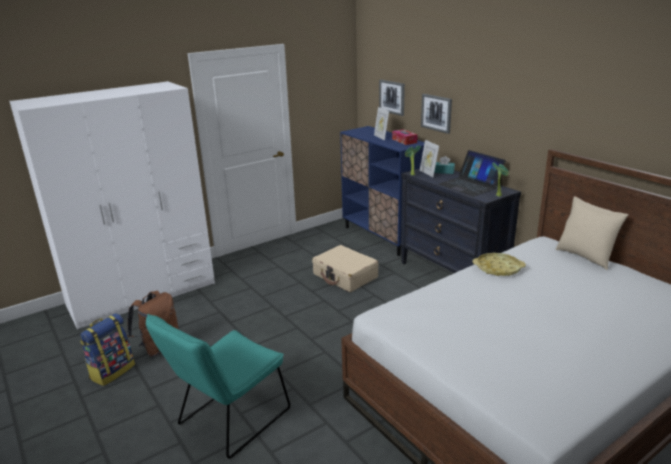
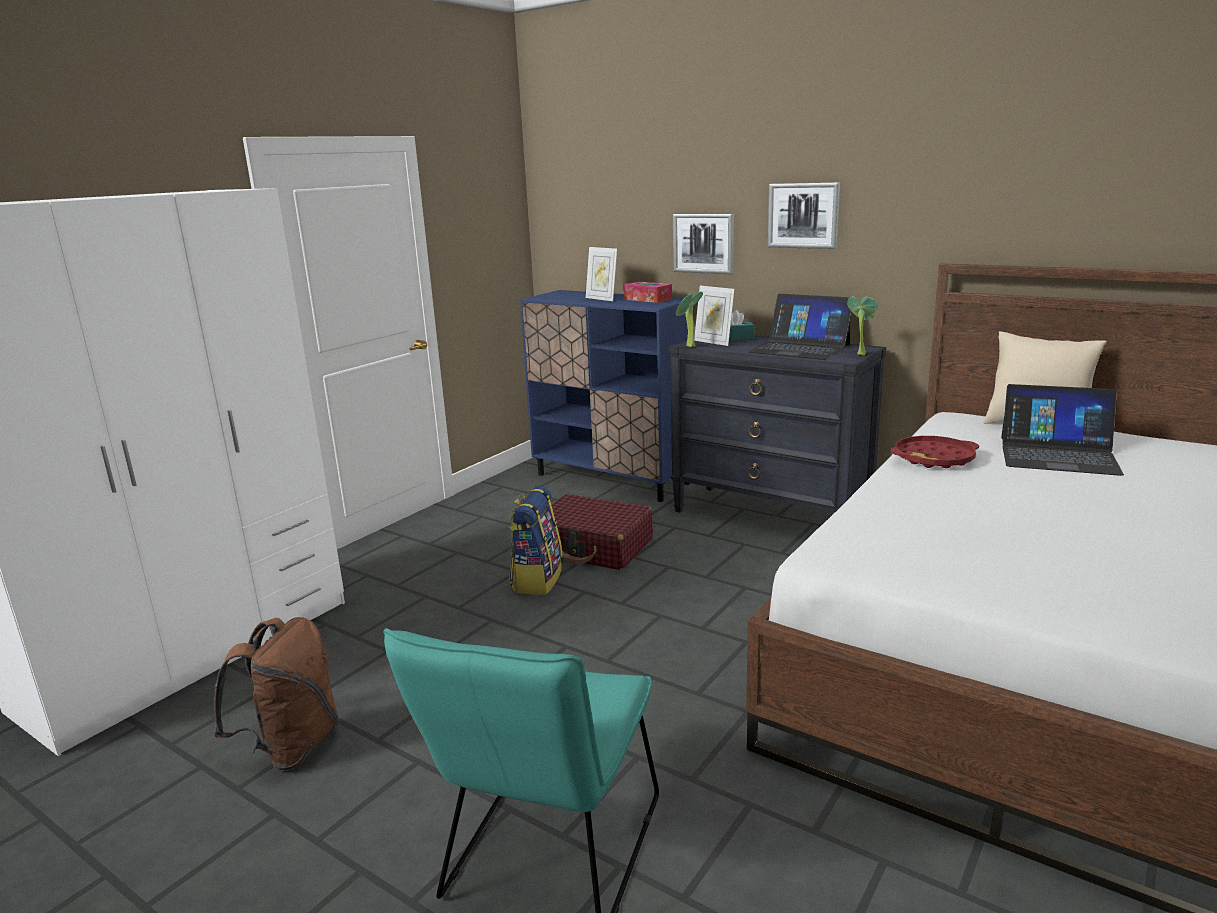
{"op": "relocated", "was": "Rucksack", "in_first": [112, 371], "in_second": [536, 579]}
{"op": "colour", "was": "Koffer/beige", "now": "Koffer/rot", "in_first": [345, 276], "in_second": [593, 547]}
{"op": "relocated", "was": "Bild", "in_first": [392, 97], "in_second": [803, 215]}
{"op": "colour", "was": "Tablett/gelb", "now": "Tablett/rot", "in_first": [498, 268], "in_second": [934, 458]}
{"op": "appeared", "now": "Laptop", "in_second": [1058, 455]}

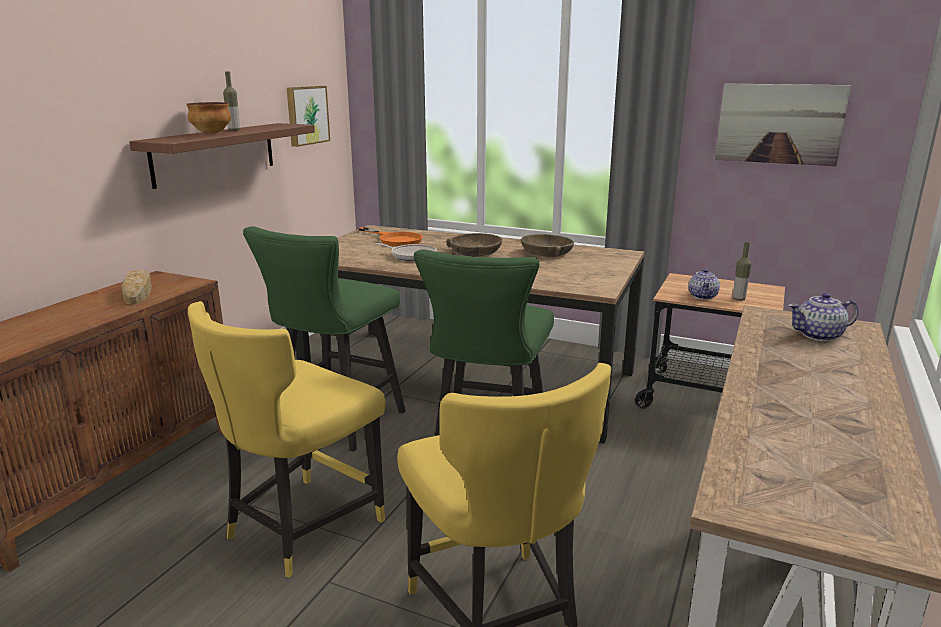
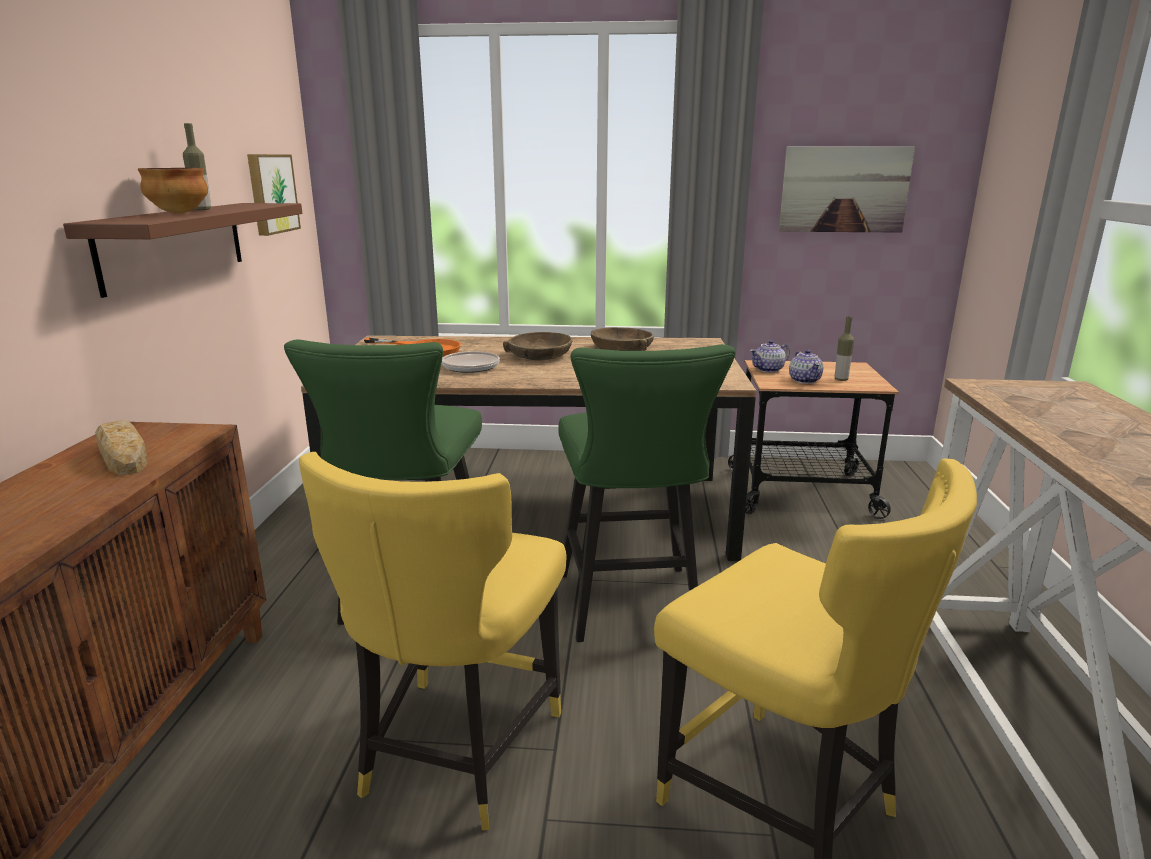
{"op": "relocated", "was": "Teekanne", "in_first": [819, 335], "in_second": [768, 369]}

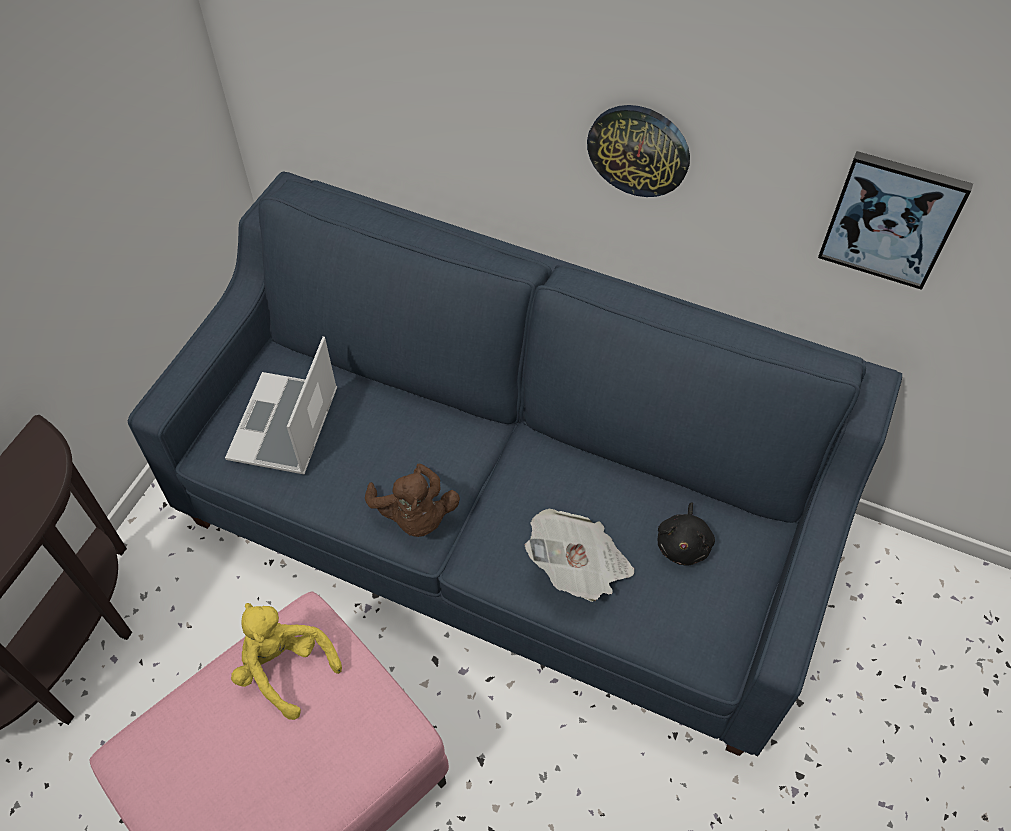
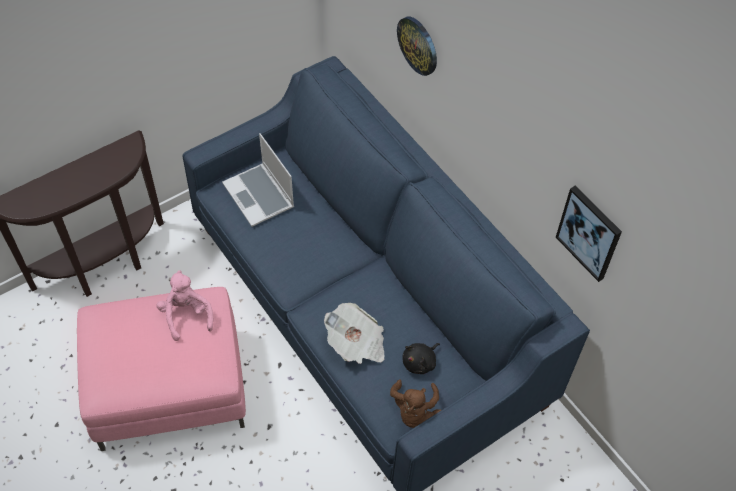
{"op": "spun", "was": "Laptop", "in_first": [285, 426], "in_second": [260, 196], "clockwise": -75}
{"op": "colour", "was": "Plüschtier/gelb", "now": "Plüschtier/rosa", "in_first": [284, 668], "in_second": [186, 315]}
{"op": "relocated", "was": "Plüschtier/braun", "in_first": [415, 516], "in_second": [415, 412]}
{"op": "relocated", "was": "Wanduhr", "in_first": [639, 150], "in_second": [418, 45]}

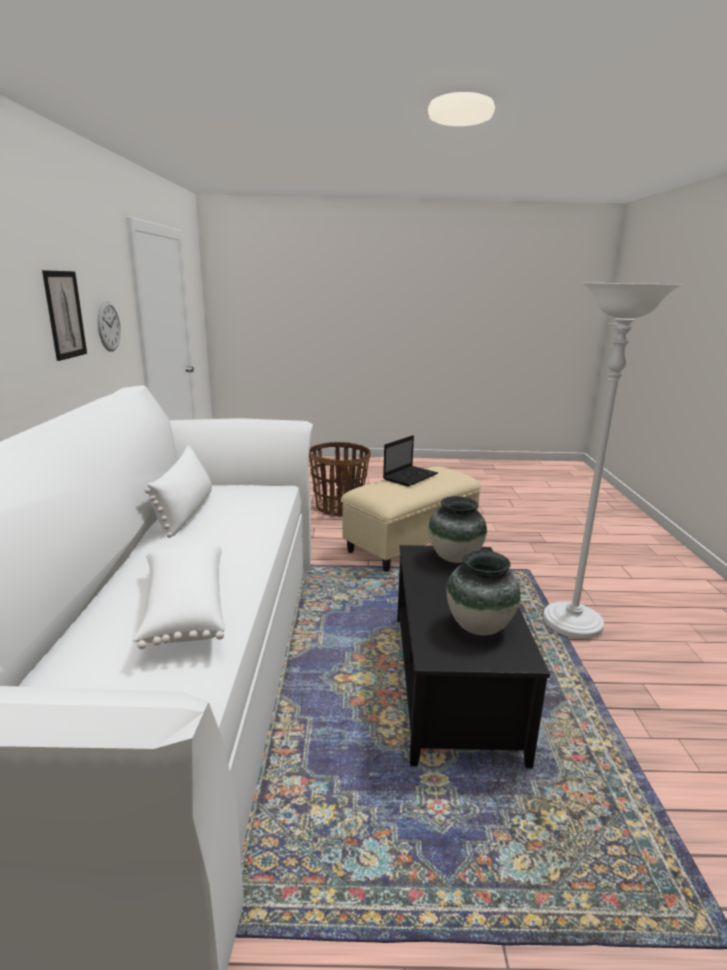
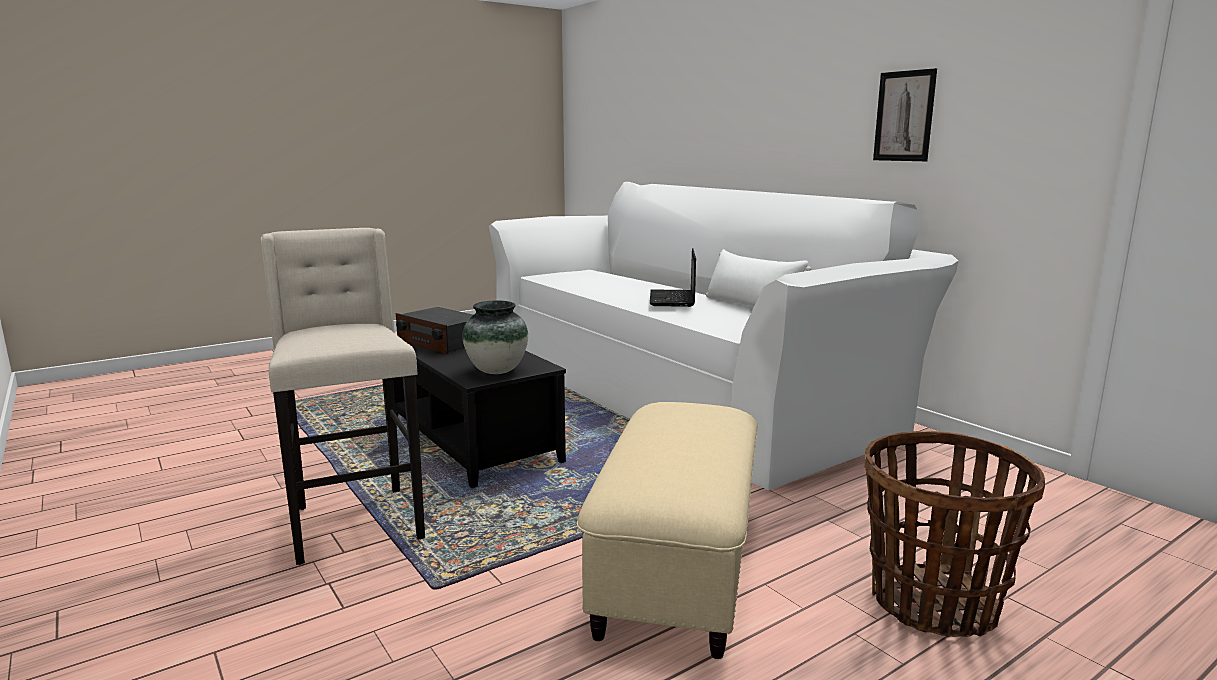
{"op": "missing", "was": "Wanduhr", "in_first": [108, 326]}
{"op": "missing", "was": "Kissen/weiß", "in_first": [184, 609]}
{"op": "relocated", "was": "Laptop", "in_first": [410, 476], "in_second": [672, 300]}
{"op": "exchanged", "was": "Vase", "now": "Radio", "in_first": [478, 627], "in_second": [441, 342]}
{"op": "exchanged", "was": "Stehlampe/weiß", "now": "Hocker/beige", "in_first": [572, 623], "in_second": [355, 522]}

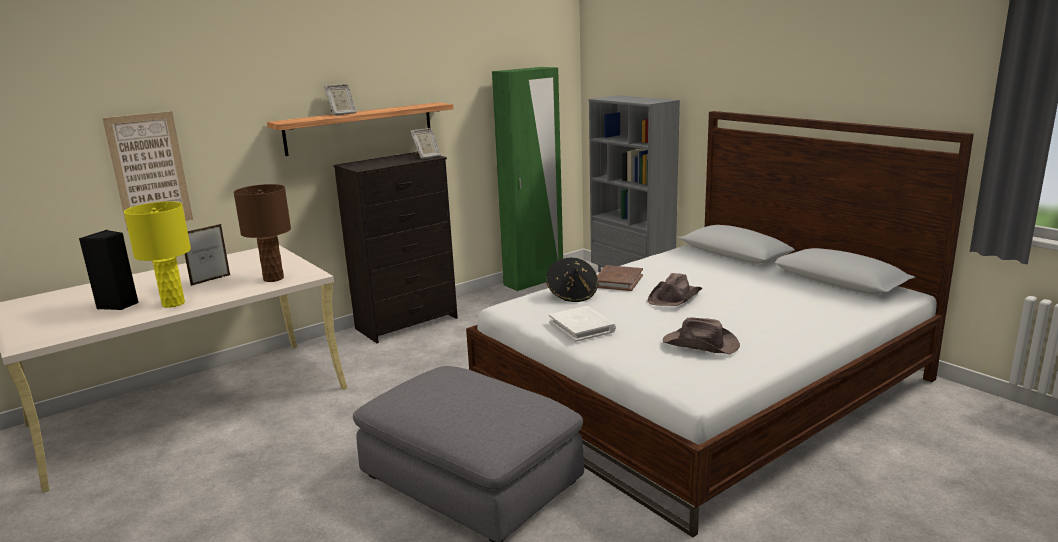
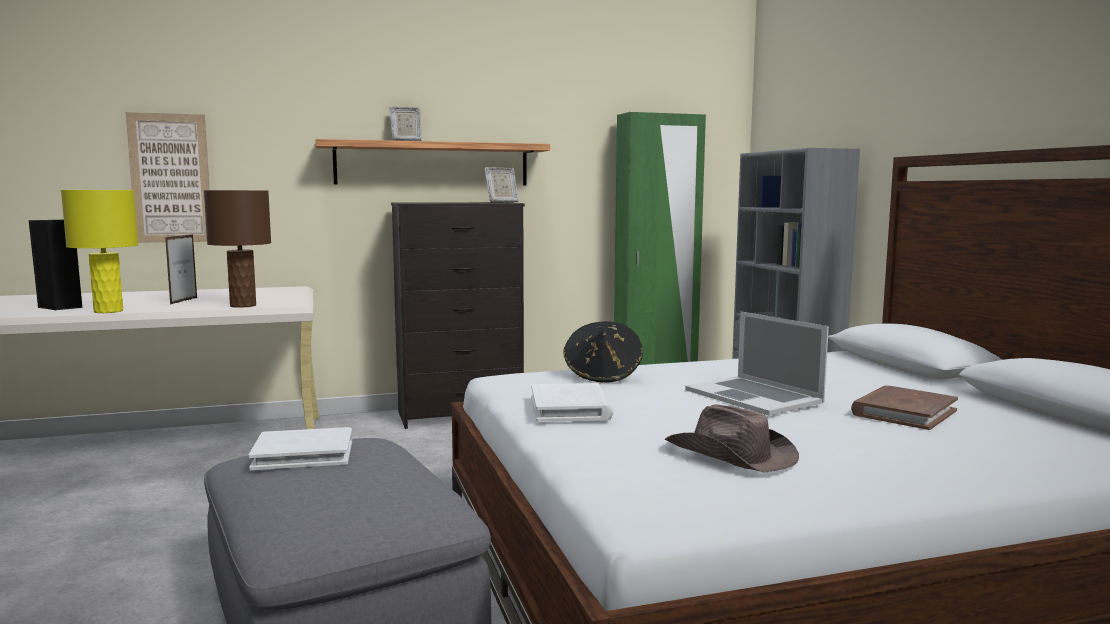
{"op": "spun", "was": "Bilderrahmen", "in_first": [211, 280], "in_second": [184, 301], "clockwise": -60}
{"op": "relocated", "was": "Buch/braun", "in_first": [617, 281], "in_second": [904, 412]}
{"op": "exchanged", "was": "Hut/braun", "now": "Laptop", "in_first": [675, 297], "in_second": [754, 396]}
{"op": "appeared", "now": "Buch/weiß", "in_second": [303, 454]}

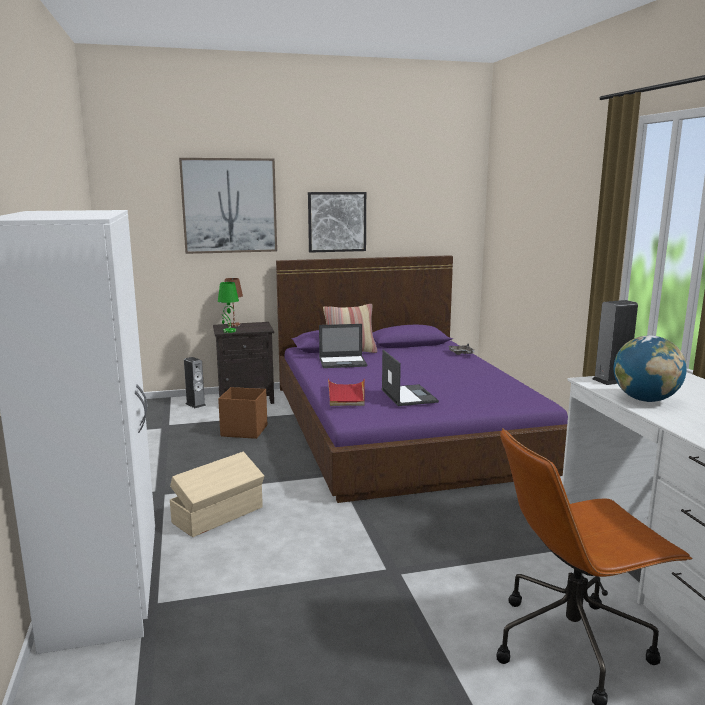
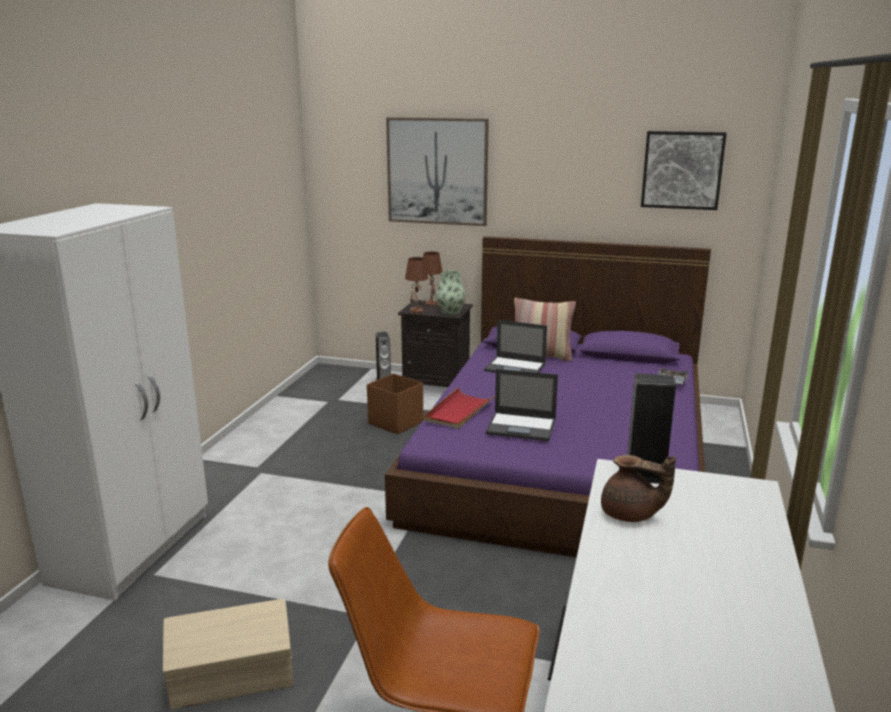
{"op": "relocated", "was": "Aufbewahrungsbox/beige", "in_first": [219, 515], "in_second": [234, 679]}
{"op": "colour", "was": "Tischlampe/grün", "now": "Tischlampe/braun", "in_first": [229, 331], "in_second": [416, 311]}
{"op": "relocated", "was": "Bild", "in_first": [337, 222], "in_second": [682, 170]}
{"op": "spun", "was": "Laptop", "in_first": [408, 395], "in_second": [522, 427], "clockwise": 90}
{"op": "exchanged", "was": "Globus", "now": "Teekanne/braun", "in_first": [645, 400], "in_second": [630, 515]}
{"op": "appeared", "now": "Vase", "in_second": [450, 311]}

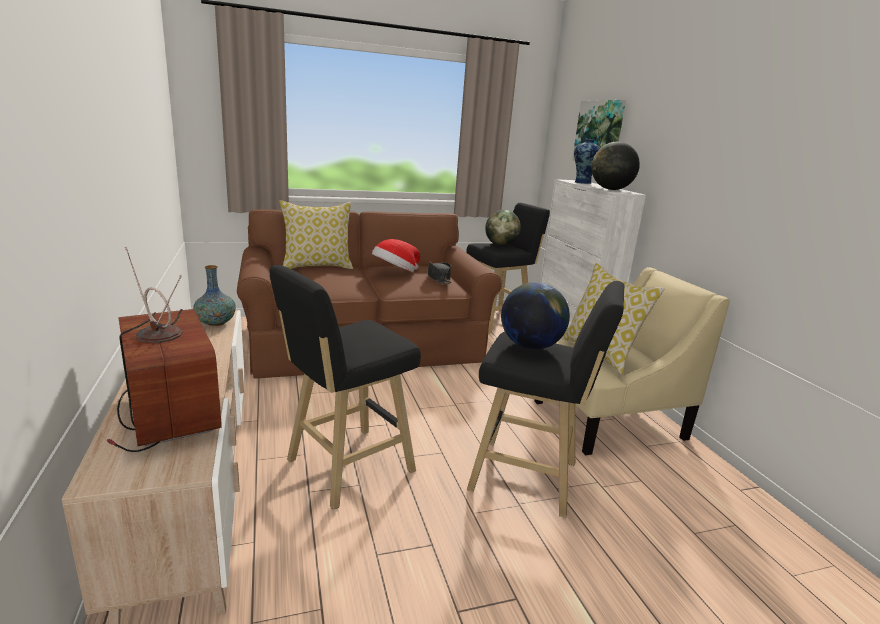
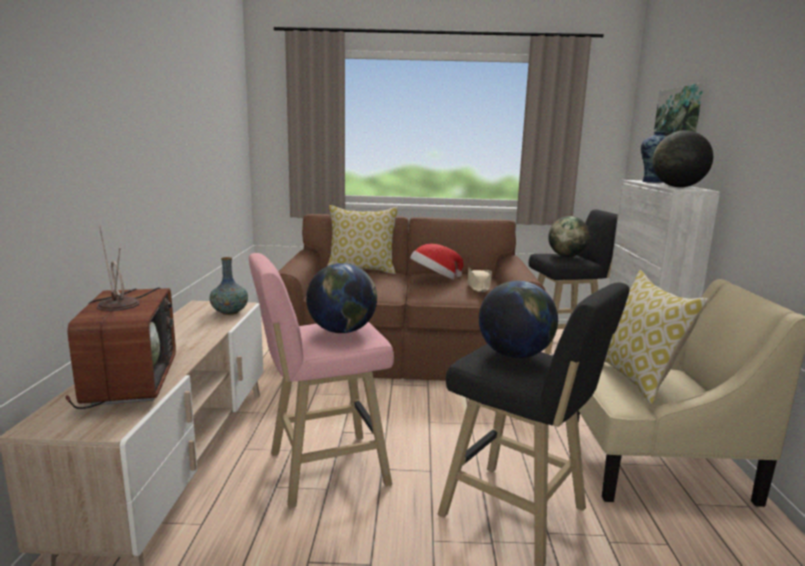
{"op": "colour", "was": "Hocker/schwarz", "now": "Hocker/rosa", "in_first": [345, 468], "in_second": [322, 470]}
{"op": "colour", "was": "Hut/schwarz", "now": "Hut/beige", "in_first": [438, 278], "in_second": [478, 286]}
{"op": "appeared", "now": "Globus", "in_second": [342, 331]}

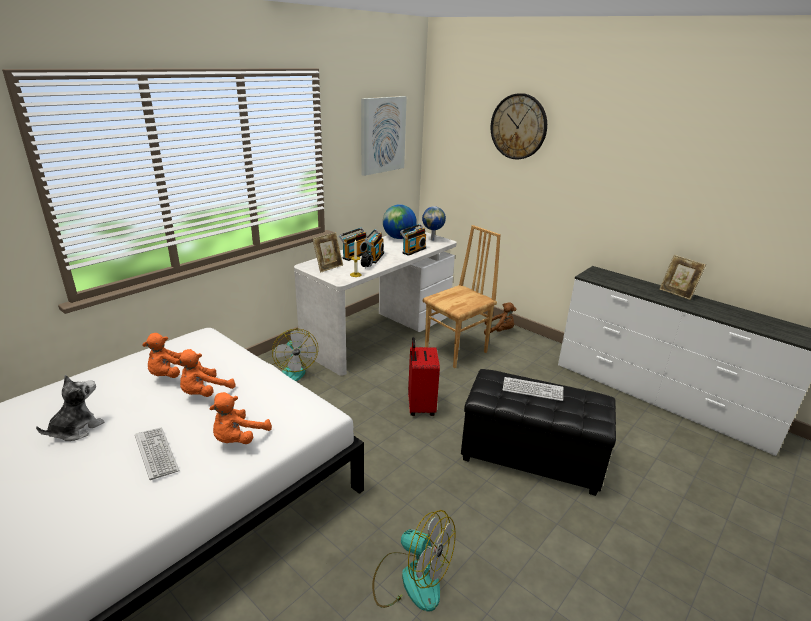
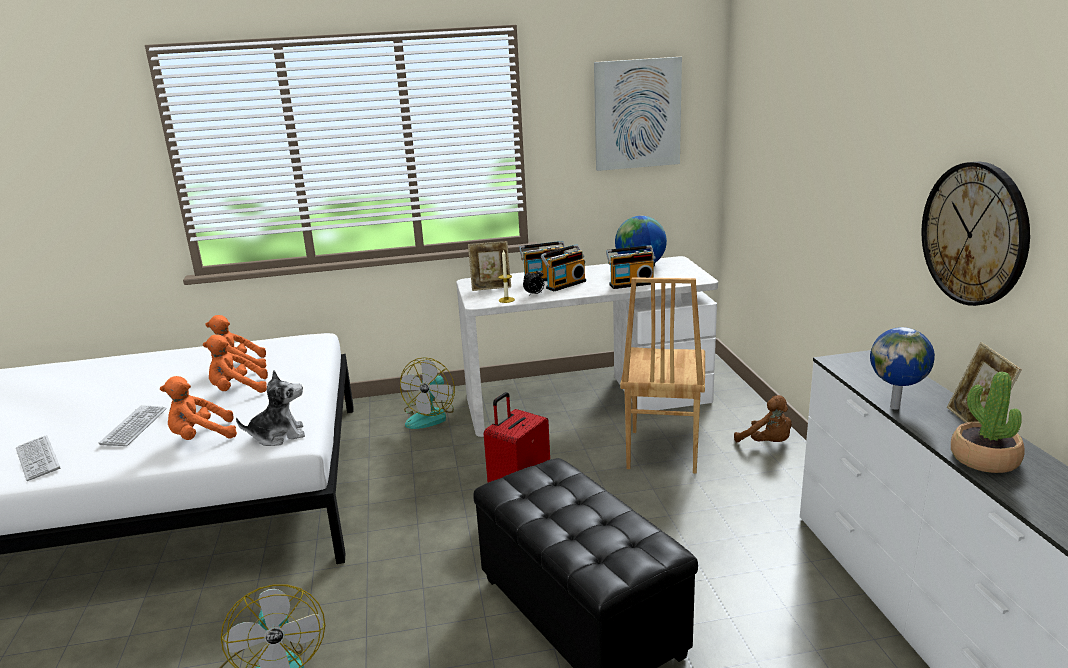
{"op": "relocated", "was": "Plüschtier", "in_first": [76, 429], "in_second": [278, 435]}
{"op": "relocated", "was": "Globus", "in_first": [432, 240], "in_second": [896, 407]}
{"op": "spun", "was": "Stuhl/braun", "in_first": [457, 351], "in_second": [661, 451], "clockwise": 105}
{"op": "relocated", "was": "Wanduhr", "in_first": [518, 126], "in_second": [974, 234]}
{"op": "relocated", "was": "Tastatur", "in_first": [532, 390], "in_second": [38, 459]}
{"op": "appeared", "now": "Topfpflanze", "in_second": [984, 459]}

